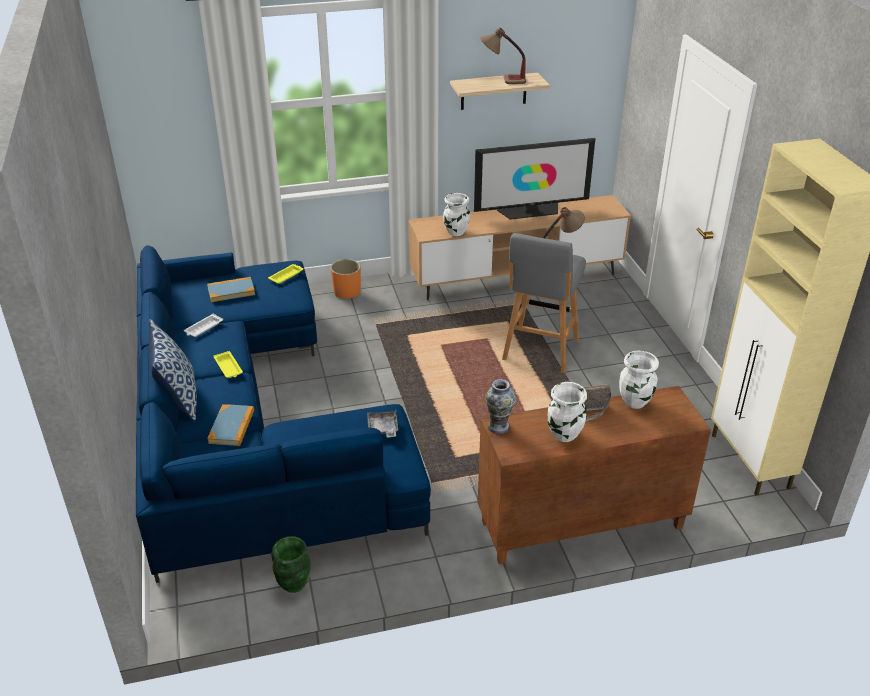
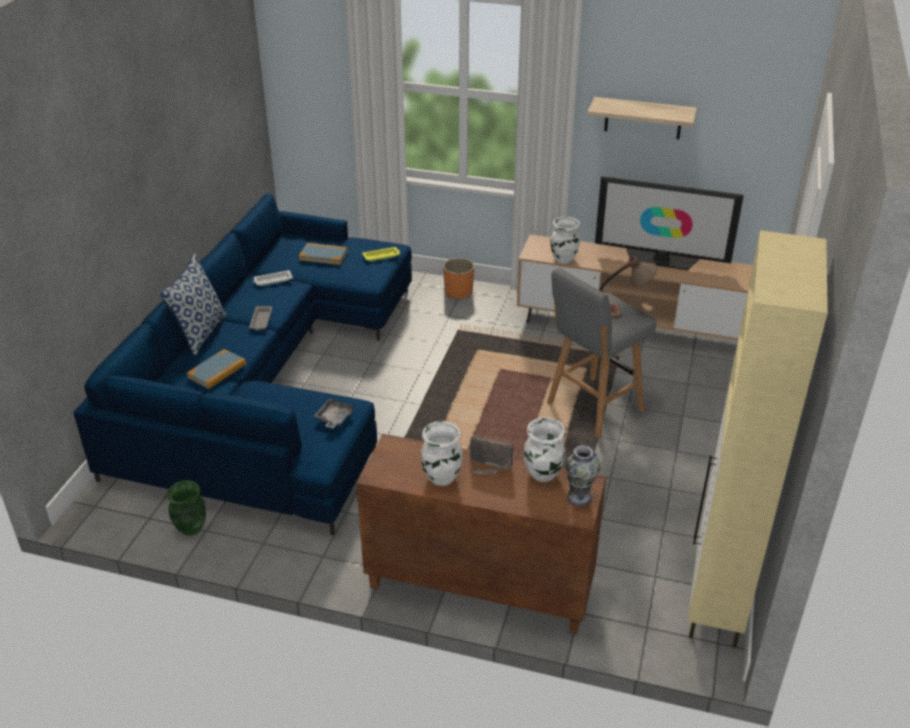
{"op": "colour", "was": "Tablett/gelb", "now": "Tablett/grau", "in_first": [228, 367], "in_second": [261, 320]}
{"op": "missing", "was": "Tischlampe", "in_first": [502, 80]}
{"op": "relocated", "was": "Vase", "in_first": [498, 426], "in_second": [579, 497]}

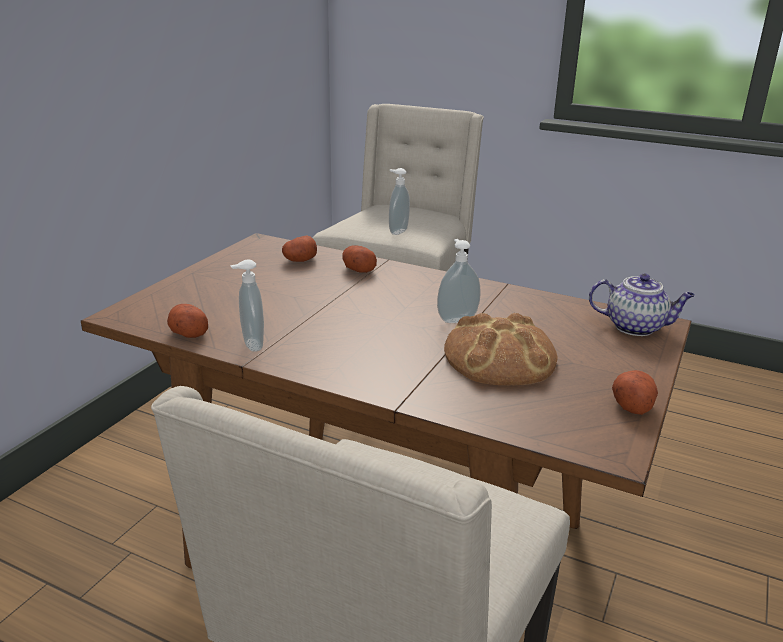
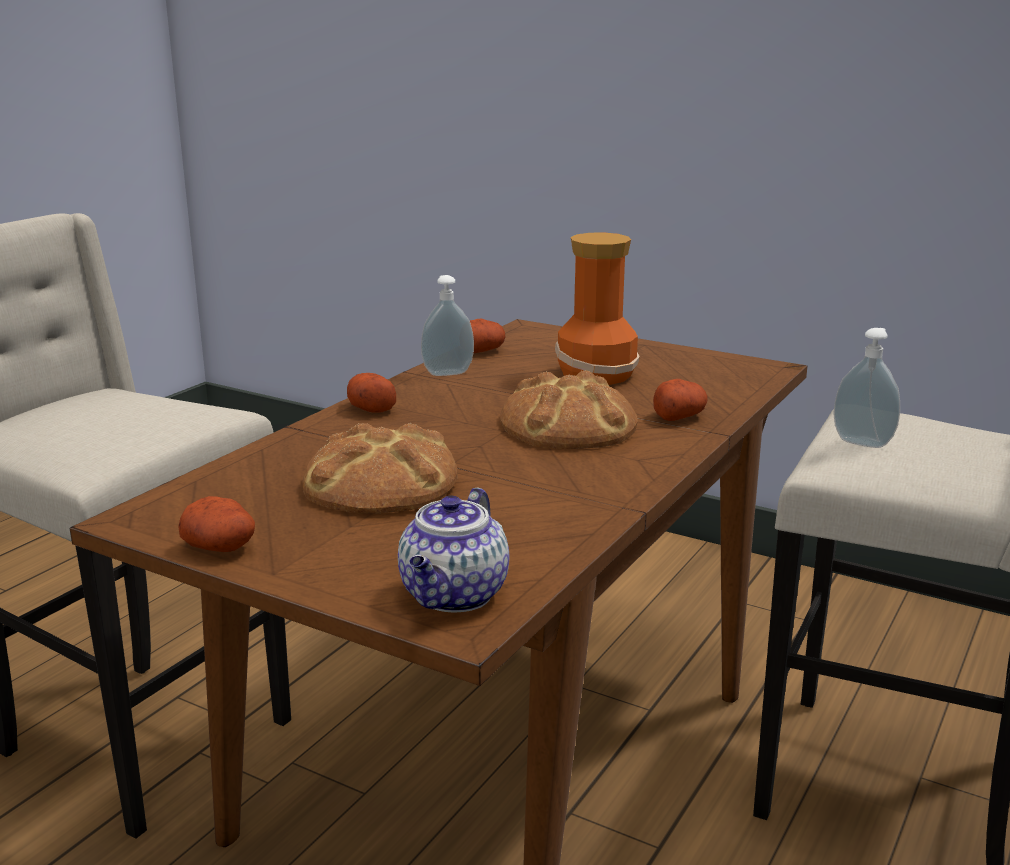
{"op": "relocated", "was": "Kartoffel", "in_first": [300, 260], "in_second": [370, 408]}
{"op": "missing", "was": "Seifenspender", "in_first": [456, 319]}
{"op": "appeared", "now": "Brot", "in_second": [569, 424]}
{"op": "appeared", "now": "Vase", "in_second": [595, 373]}

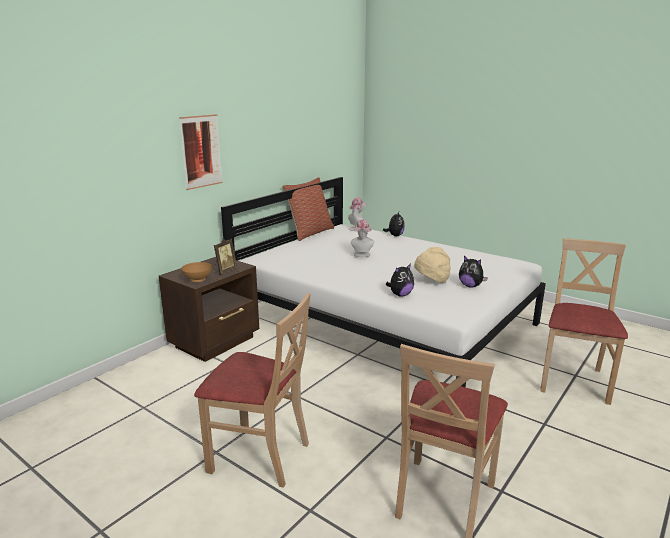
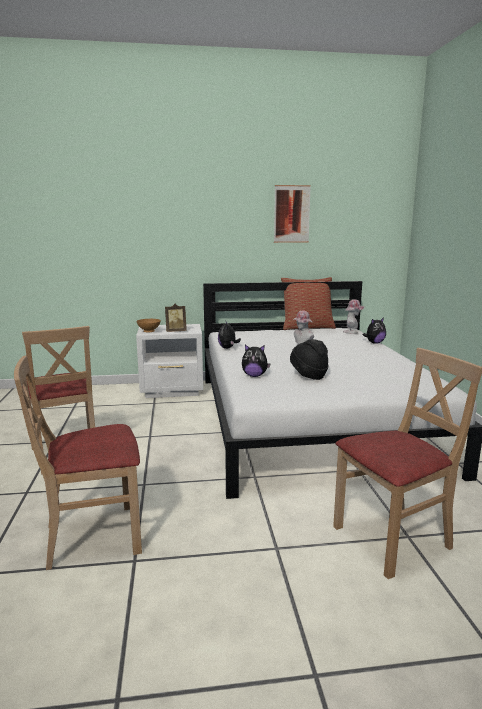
{"op": "colour", "was": "Nachttisch/braun", "now": "Nachttisch/weiß", "in_first": [216, 342], "in_second": [173, 390]}
{"op": "relocated", "was": "Bild", "in_first": [201, 151], "in_second": [291, 214]}
{"op": "colour", "was": "Hut/beige", "now": "Hut/schwarz", "in_first": [431, 281], "in_second": [308, 376]}
{"op": "relocated", "was": "Plüschtier", "in_first": [470, 286], "in_second": [228, 348]}

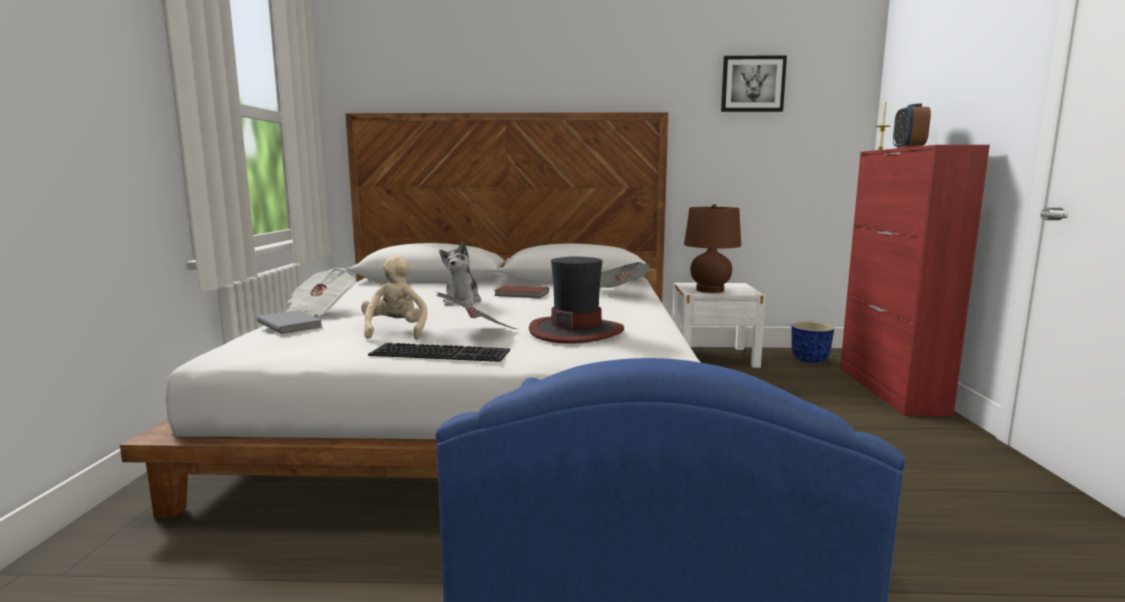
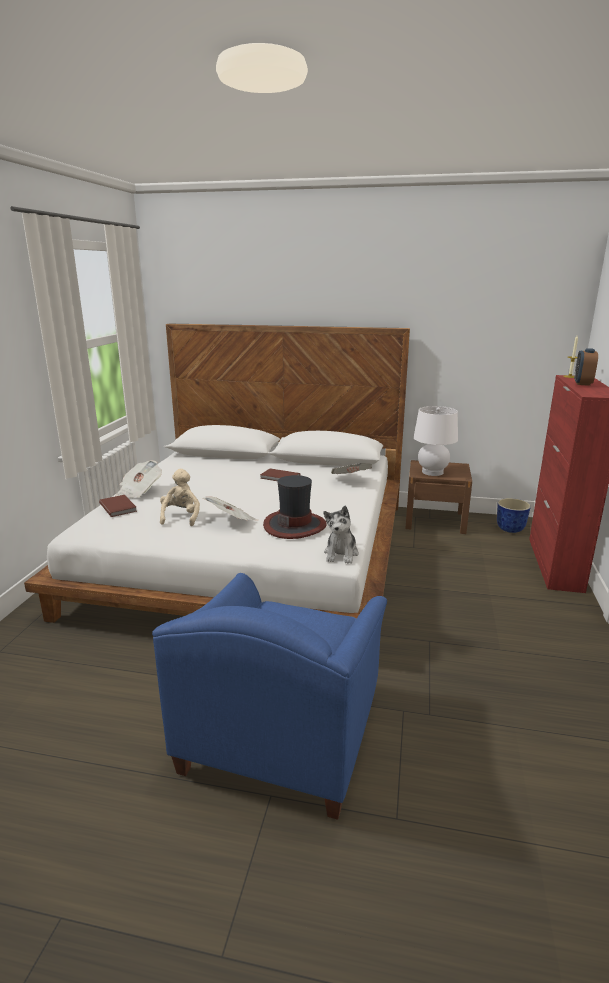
{"op": "colour", "was": "Buch/grau", "now": "Buch/braun", "in_first": [291, 324], "in_second": [118, 507]}
{"op": "missing", "was": "Tastatur", "in_first": [442, 352]}
{"op": "relocated", "was": "Plüschtier", "in_first": [462, 302], "in_second": [341, 554]}
{"op": "colour", "was": "Nachttisch/weiß", "now": "Nachttisch/braun", "in_first": [713, 357], "in_second": [435, 520]}
{"op": "colour", "was": "Tischlampe/braun", "now": "Tischlampe/weiß", "in_first": [710, 290], "in_second": [432, 472]}
{"op": "missing", "was": "Bild", "in_first": [752, 84]}

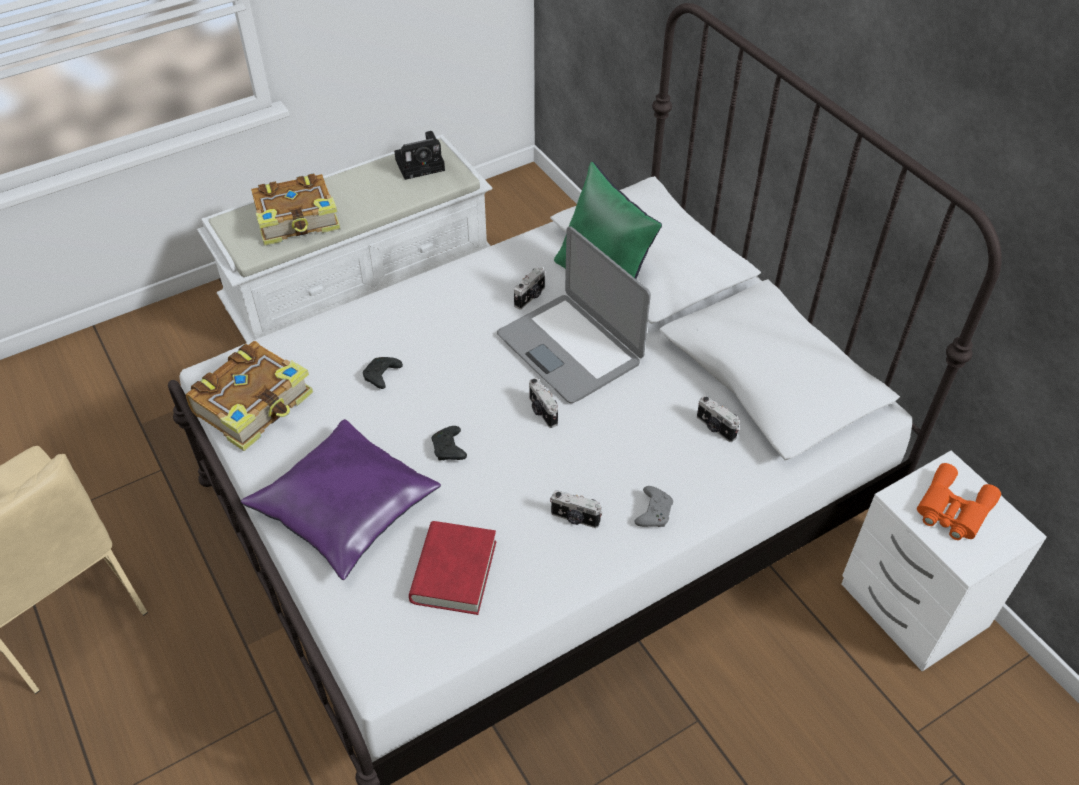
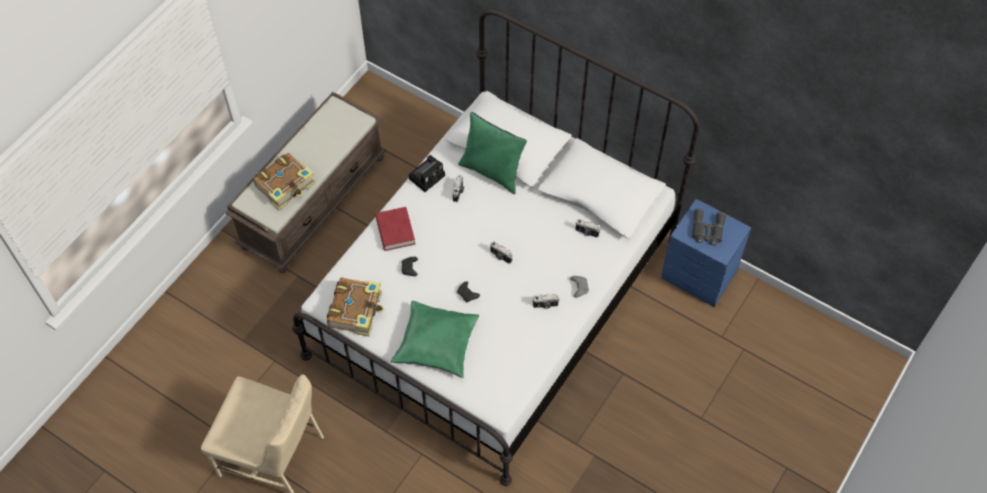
{"op": "colour", "was": "Bank/weiß", "now": "Bank/braun", "in_first": [361, 284], "in_second": [313, 200]}
{"op": "colour", "was": "Kissen/lila", "now": "Kissen/grün", "in_first": [346, 508], "in_second": [437, 343]}
{"op": "relocated", "was": "Kamera", "in_first": [422, 164], "in_second": [427, 176]}
{"op": "relocated", "was": "Buch/rot", "in_first": [454, 572], "in_second": [395, 231]}
{"op": "missing", "was": "Laptop", "in_first": [570, 348]}
{"op": "colour", "was": "Nachttisch/weiß", "now": "Nachttisch/blau", "in_first": [913, 608], "in_second": [699, 277]}
{"op": "colour", "was": "Fernglas/orange", "now": "Fernglas/grau", "in_first": [952, 510], "in_second": [707, 230]}

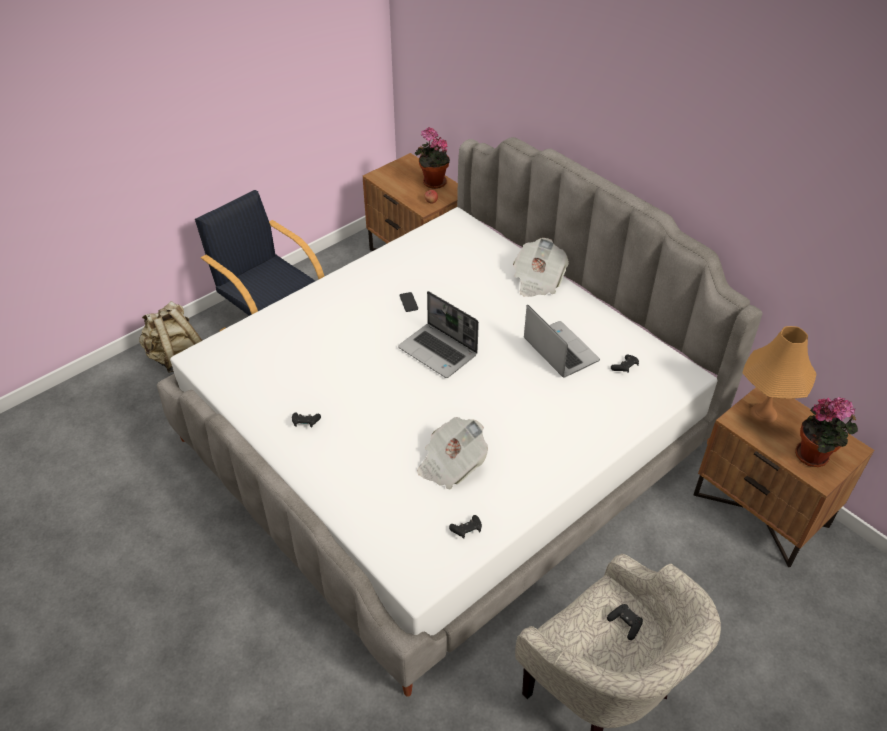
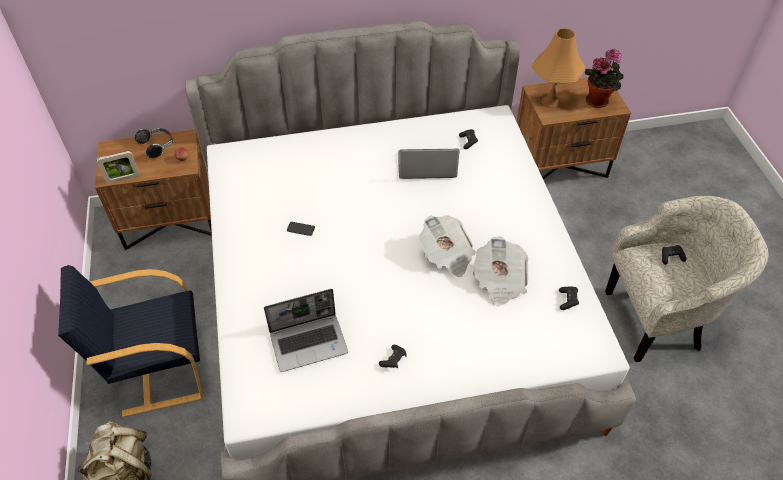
{"op": "relocated", "was": "Laptop", "in_first": [439, 351], "in_second": [309, 342]}
{"op": "exchanged", "was": "Topfpflanze", "now": "Kopfhörer", "in_first": [432, 183], "in_second": [157, 146]}
{"op": "relocated", "was": "Zeitung", "in_first": [537, 280], "in_second": [447, 255]}
{"op": "appeared", "now": "Bilderrahmen", "in_second": [123, 179]}

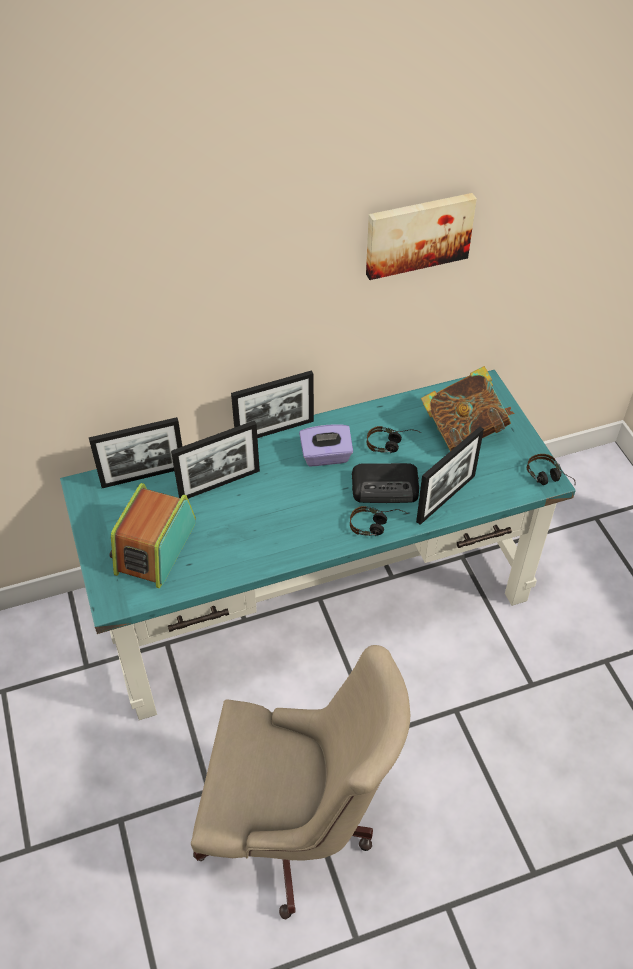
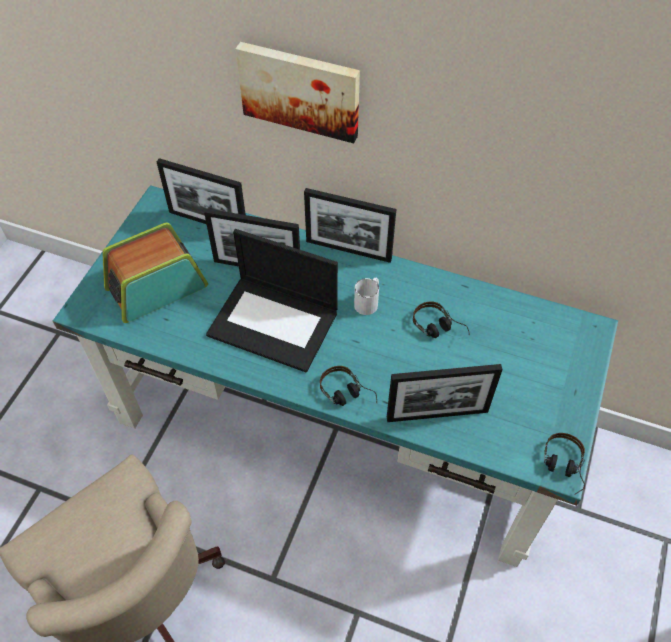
{"op": "exchanged", "was": "Taschentuchbox/lila", "now": "Henkelbecher/weiß", "in_first": [326, 456], "in_second": [368, 301]}
{"op": "missing", "was": "Radio", "in_first": [386, 487]}
{"op": "relocated", "was": "Bild", "in_first": [418, 234], "in_second": [300, 90]}
{"op": "missing", "was": "Buch", "in_first": [463, 431]}
{"op": "appeared", "now": "Laptop", "in_second": [275, 323]}

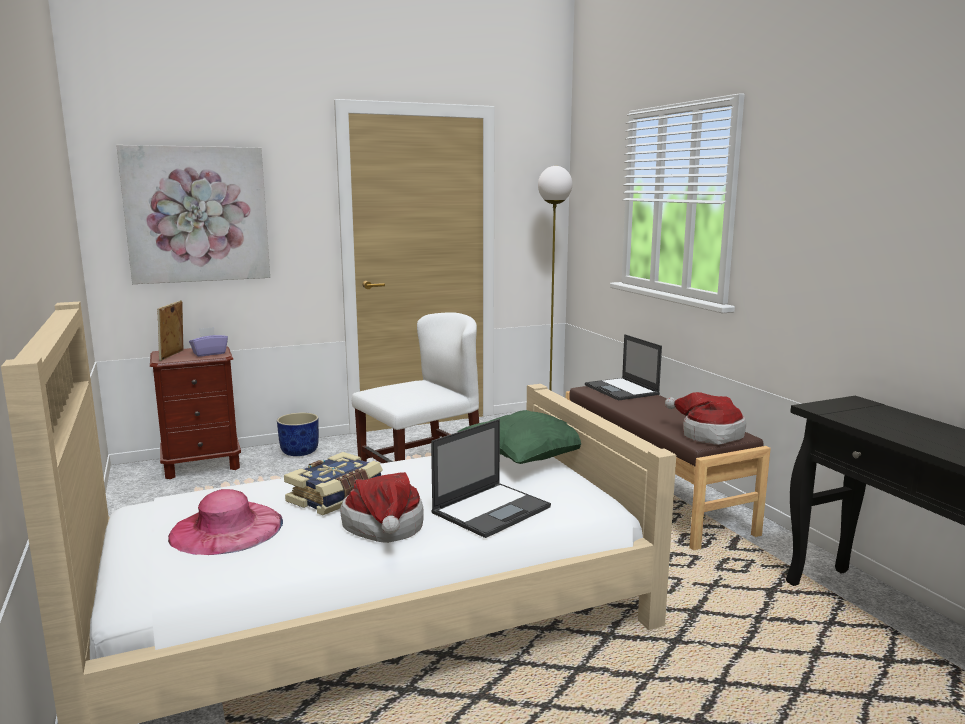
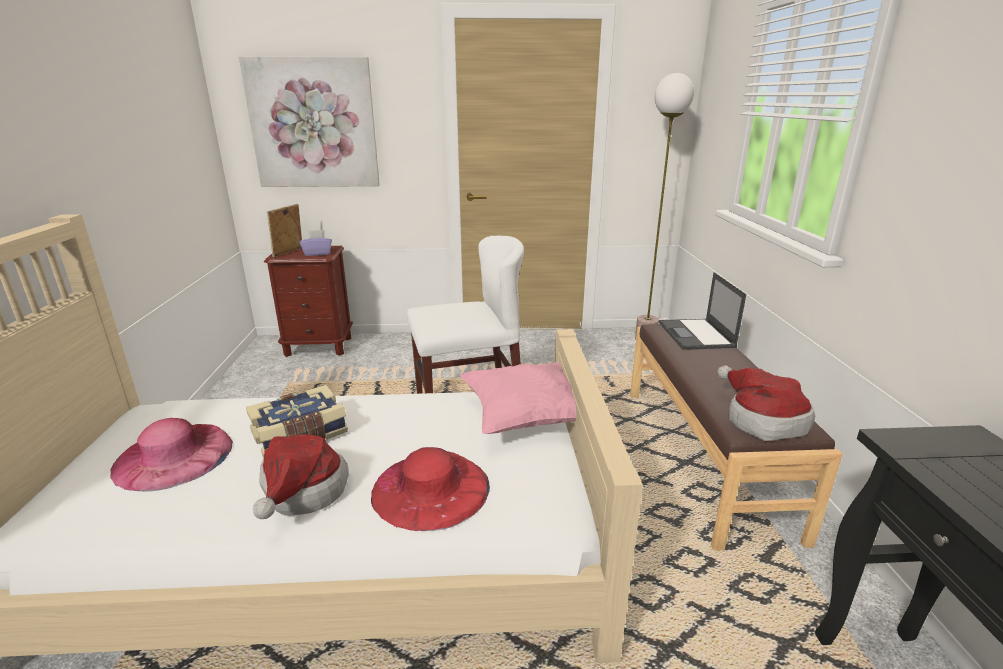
{"op": "missing", "was": "Pflanzkübel/blau", "in_first": [300, 451]}
{"op": "exchanged", "was": "Laptop", "now": "Hut/rot", "in_first": [492, 509], "in_second": [430, 488]}
{"op": "colour", "was": "Kissen/grün", "now": "Kissen/rosa", "in_first": [528, 459], "in_second": [526, 418]}

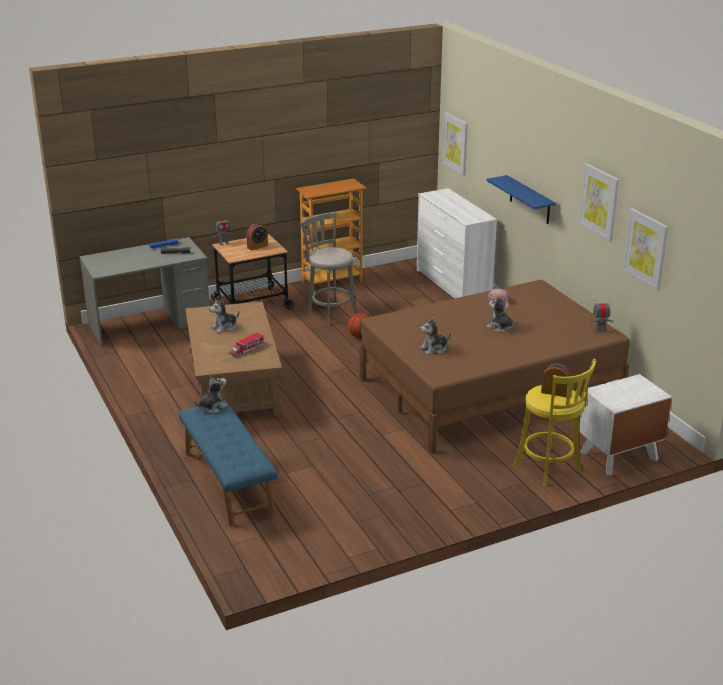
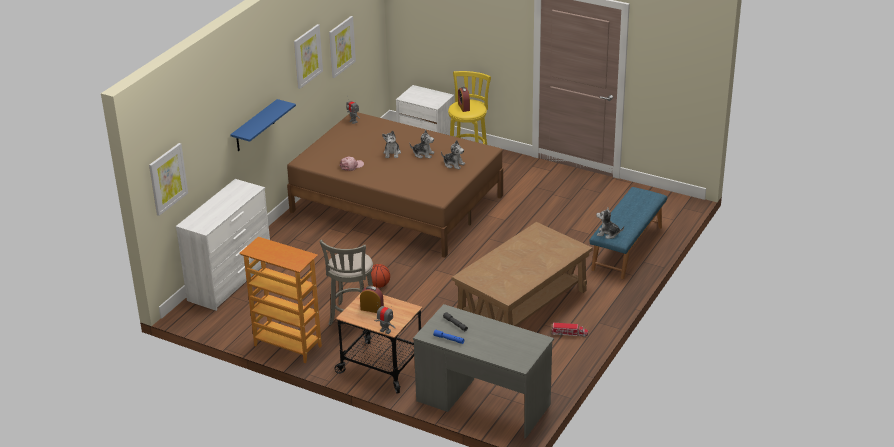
{"op": "relocated", "was": "Plüschtier", "in_first": [224, 327], "in_second": [423, 154]}
{"op": "relocated", "was": "Spielzeuglaster", "in_first": [246, 349], "in_second": [569, 333]}

